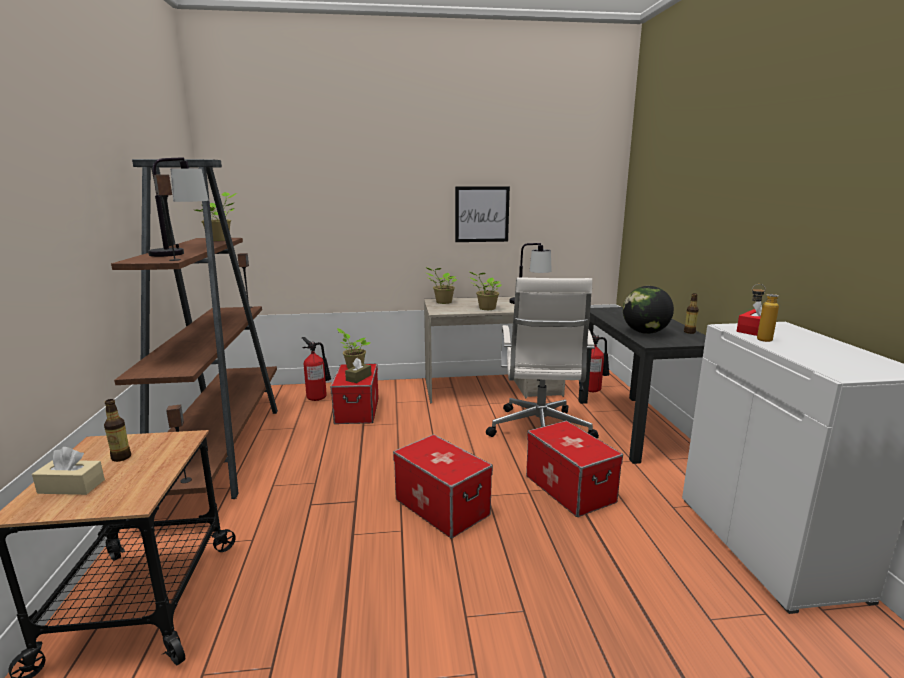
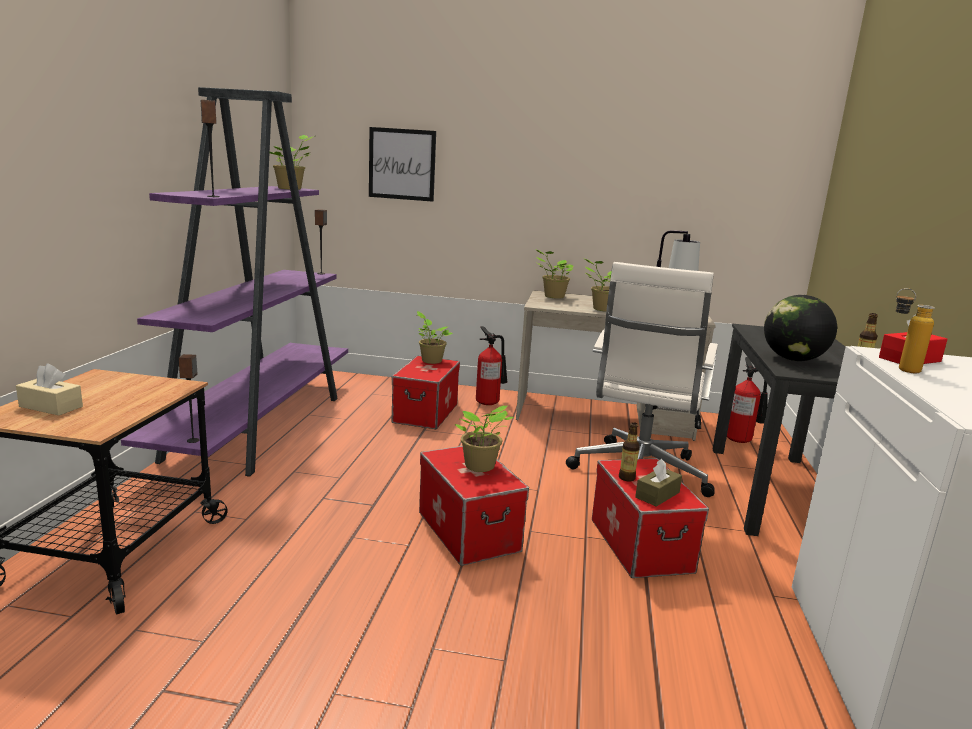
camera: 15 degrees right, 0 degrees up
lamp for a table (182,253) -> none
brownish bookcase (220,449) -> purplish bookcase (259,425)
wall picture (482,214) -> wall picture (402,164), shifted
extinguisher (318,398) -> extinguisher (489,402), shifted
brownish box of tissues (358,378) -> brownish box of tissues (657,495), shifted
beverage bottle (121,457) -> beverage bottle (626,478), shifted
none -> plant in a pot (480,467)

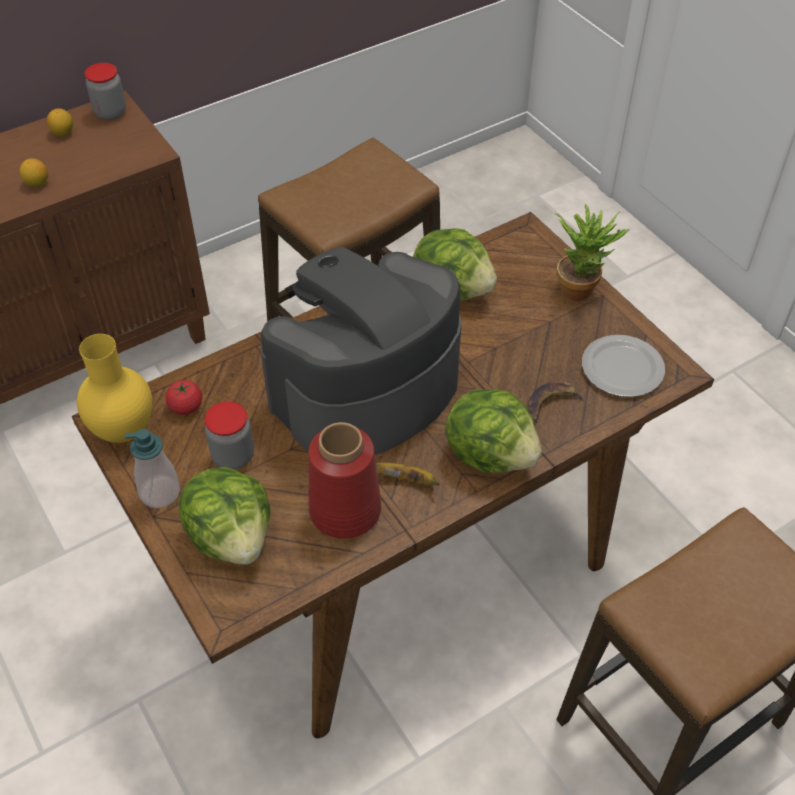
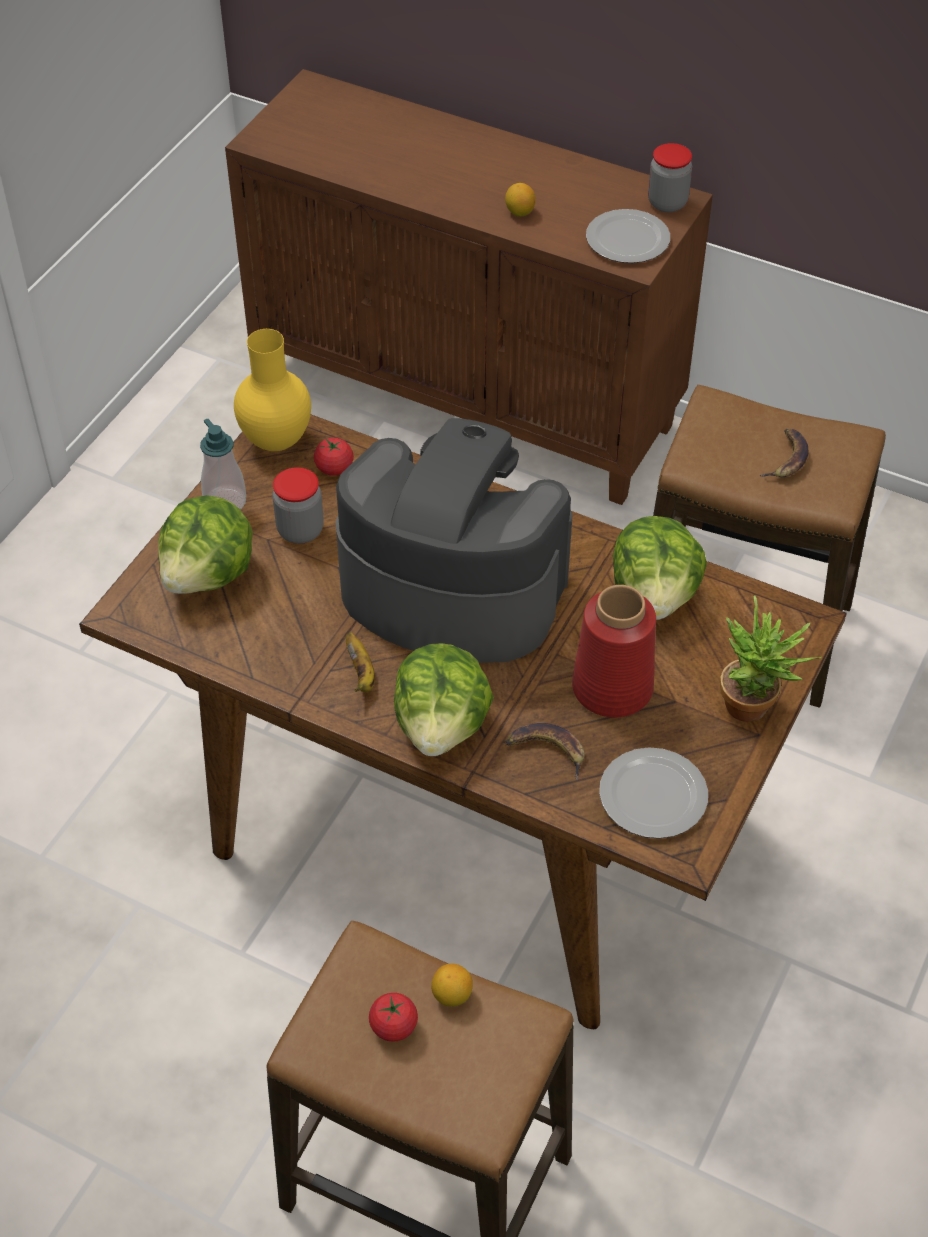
camera: 60 degrees right, 0 degrees up
lemon (63,133) -> lemon (452,995), shifted
red-coloured vase (346,510) -> red-coloured vase (613,688), shifted
none -> dinner plate (626,240)
none -> banana (786,458)
none -> tomato (393,1026)

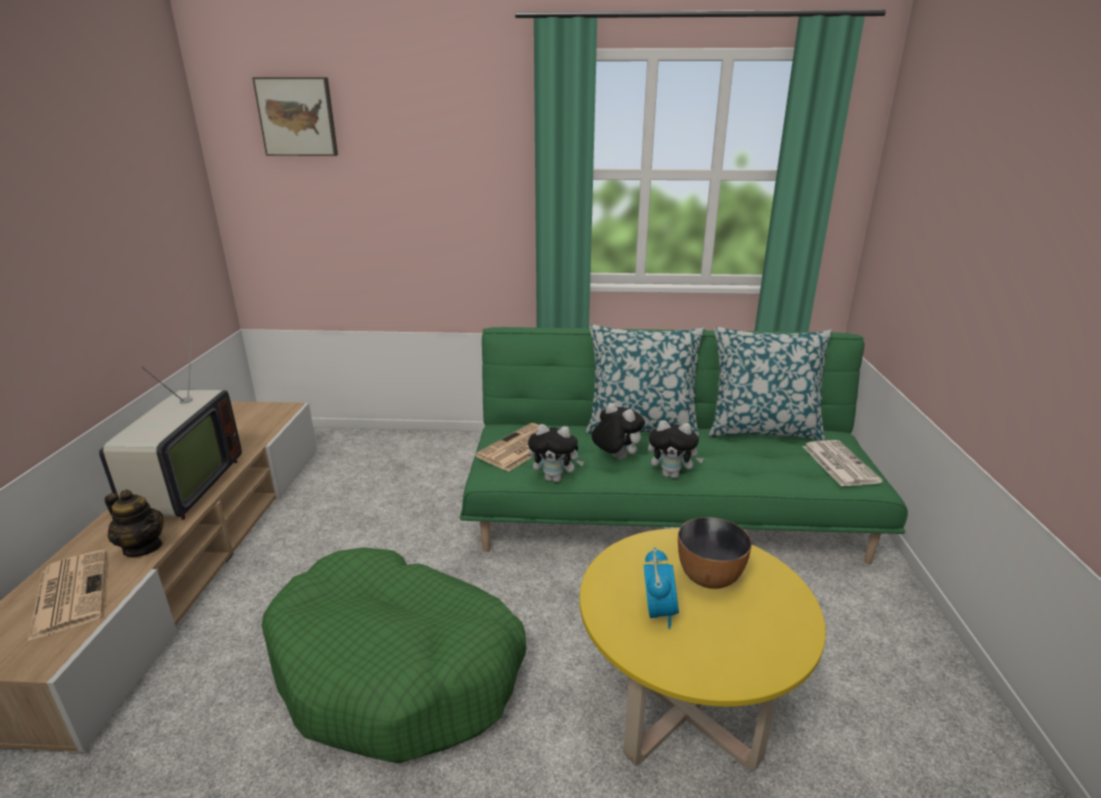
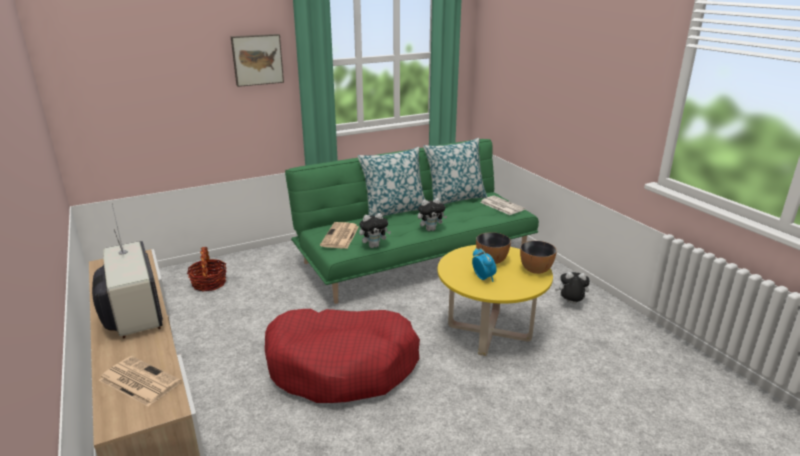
camera: 30 degrees left, 0 degrees up
wall picture (298,117) -> wall picture (257,59), shifted
plush toy (615,458) -> plush toy (570,303), shifted
tea pot (143,547) -> none
green-coloured dog bed (397,669) -> red-coloured dog bed (342,366)
none -> bowl (535,270)
none -> basket (209,283)

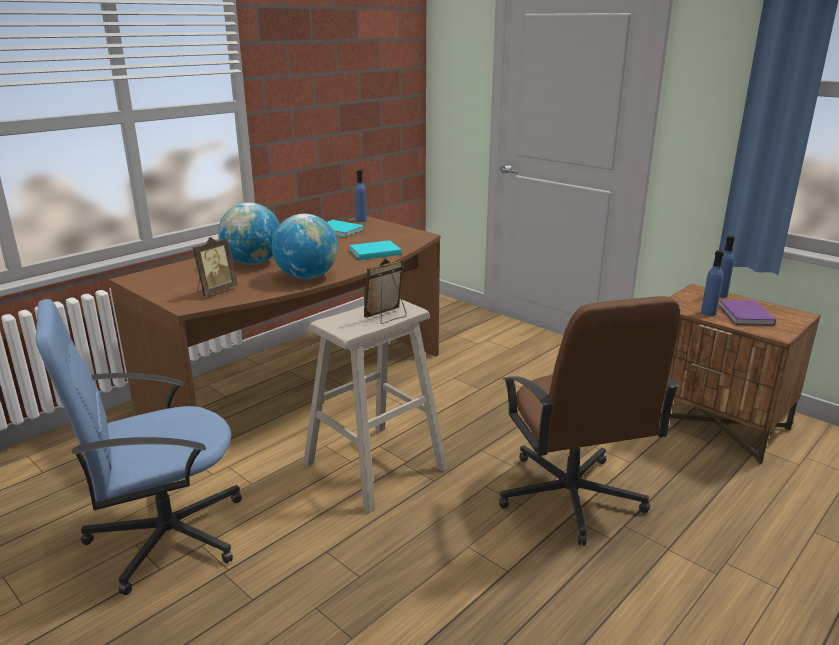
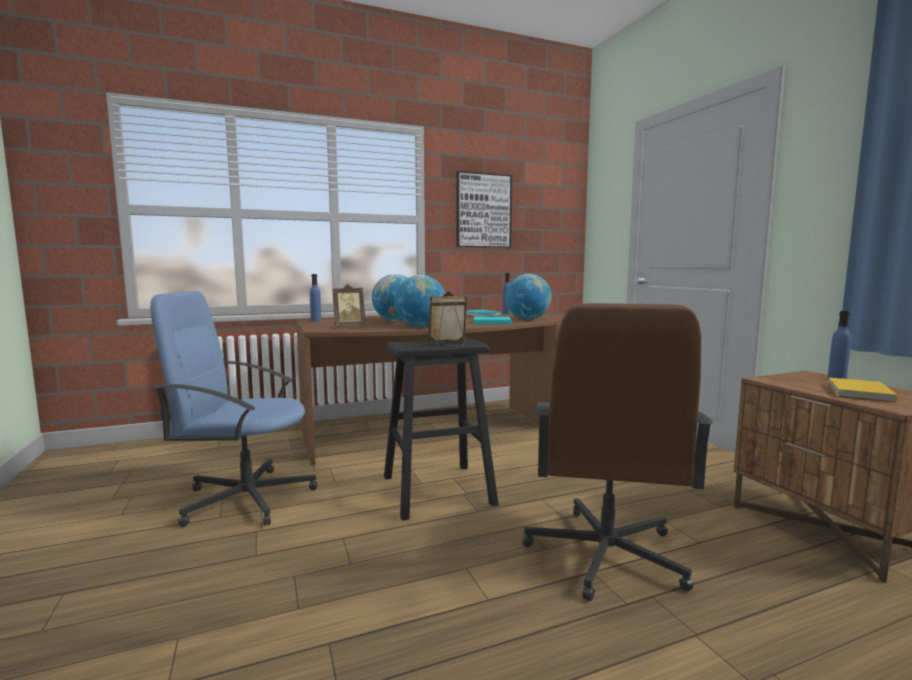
camera: 25 degrees right, 15 degrees down
blue-coloured beverage bottle (708,313) -> blue-coloured beverage bottle (316,321), shifted
beige sitting stool (374,466) -> blackish sitting stool (437,490)
purplish bound book (745,315) -> yellow-coloured bound book (858,393)
none -> wall picture (483,211)
none -> world globe (527,319)

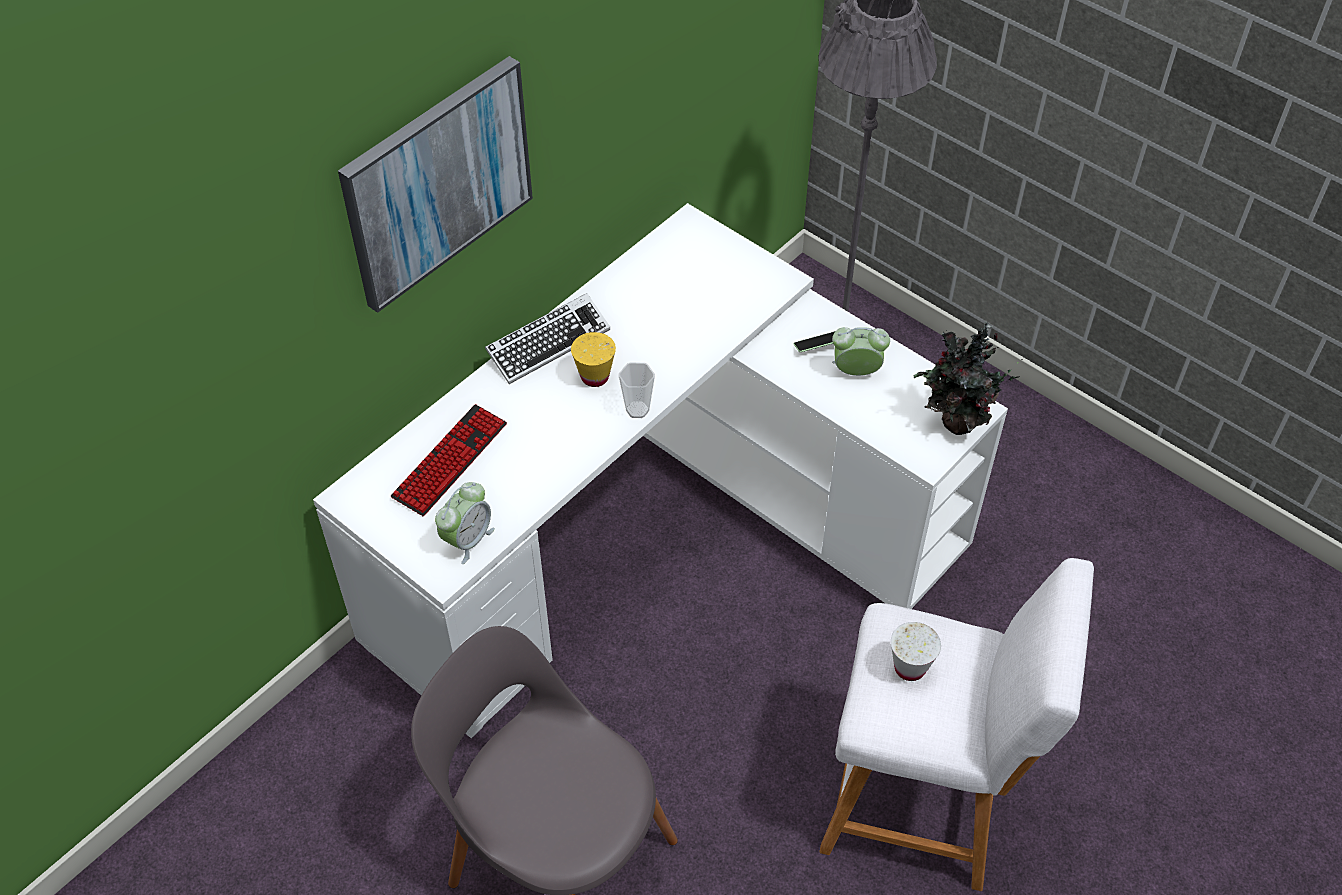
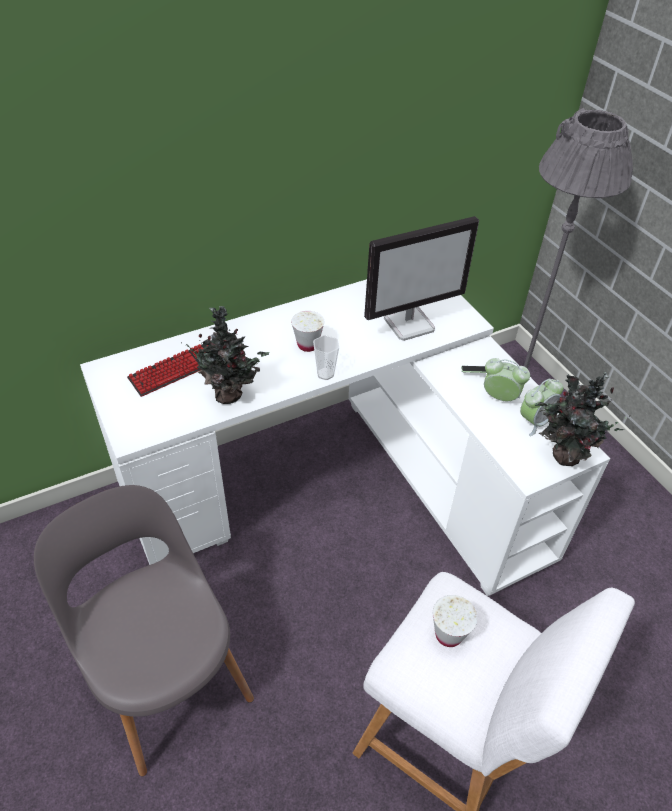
camera: 20 degrees right, 5 degrees down
wall picture (437,182) -> none
PC keyboard (548,343) -> none
yellow-coloured cup (594,377) -> white cup (308,345)
table clock (467,539) -> table clock (535,421), shifted
none -> computer display (409,324)
none -> plant in a pot (231,394)

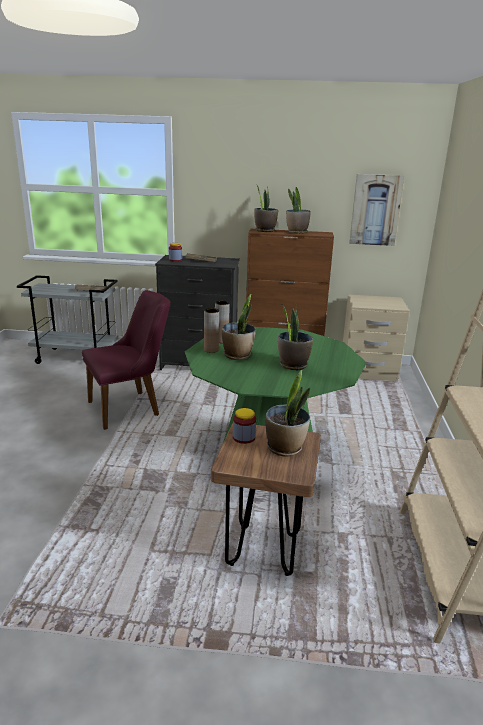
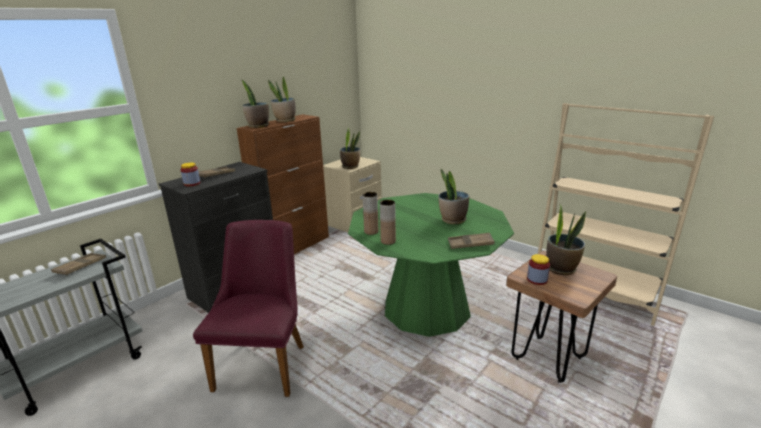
camera: 55 degrees left, 0 degrees up
wall picture (375,210) -> none
plant in a pot (238,355) -> plant in a pot (350,166), shifted
none -> brownish serving tray (470,244)

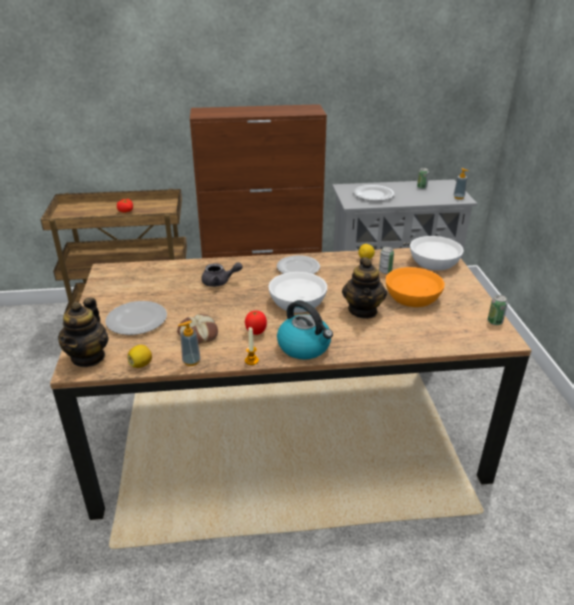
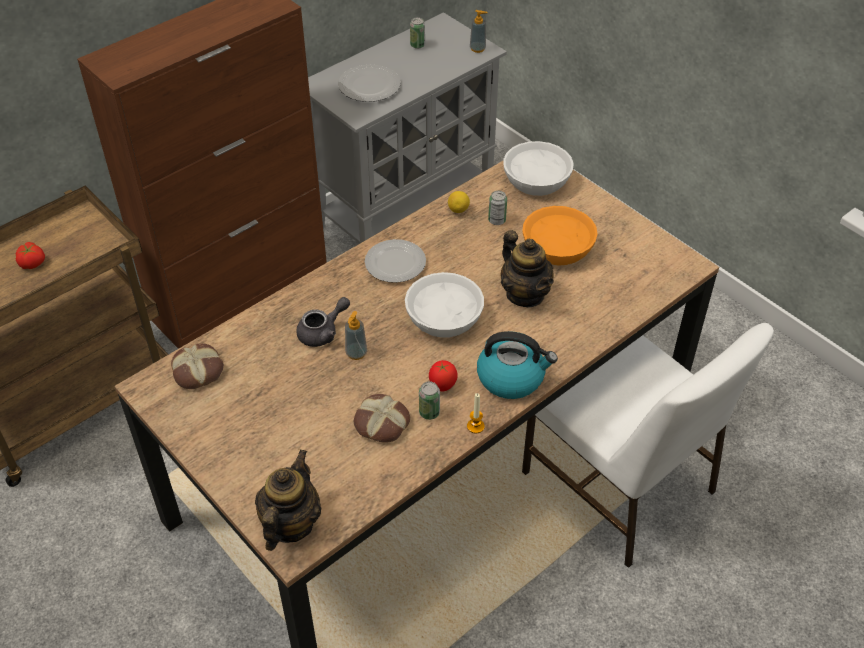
camera: 35 degrees left, 15 degrees up
can (494,322) -> can (429,412), shifted
tea pot (88,357) -> tea pot (290,524), 135 degrees counterclockwise
dinner plate (136,320) -> none
soap dispenser (191,361) -> soap dispenser (356,353), shifted
lemon (141,364) -> none
none -> white plain chair (619,485)
none -> baked bread (198,370)

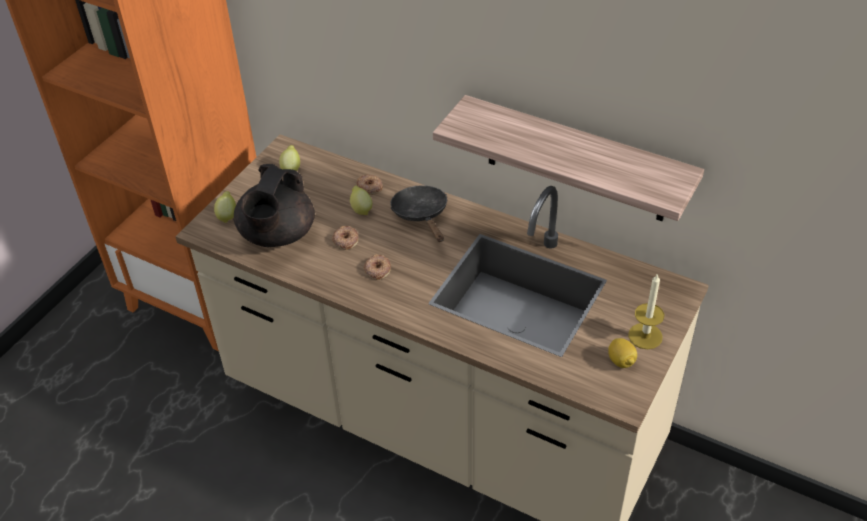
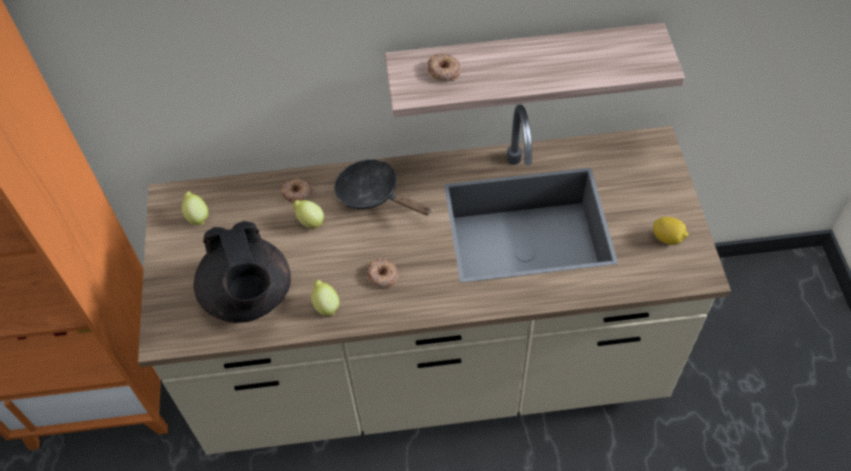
camera: 35 degrees left, 10 degrees up
lemon (227,216) -> lemon (326,305), shifted
donut (345,240) -> donut (443,71), shifted
wax candle (645,336) -> none

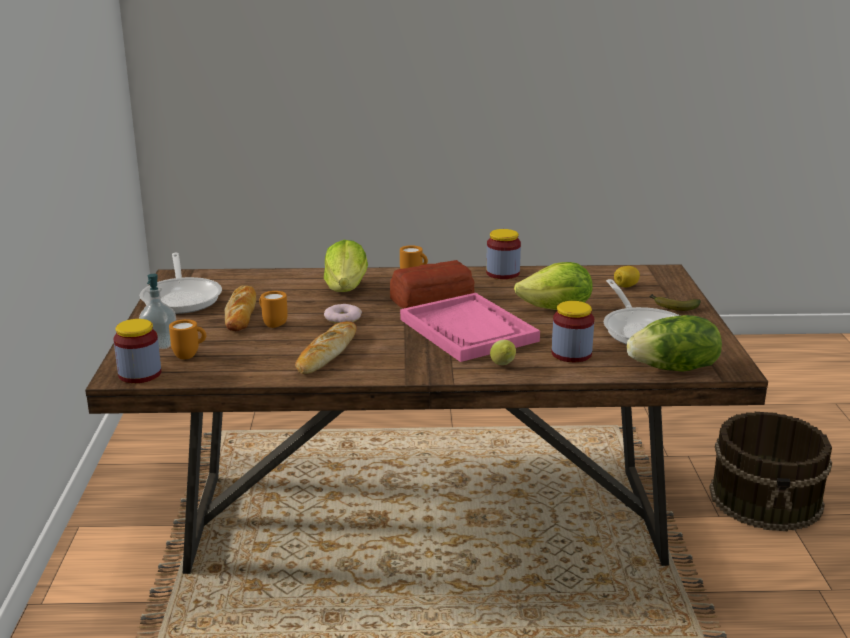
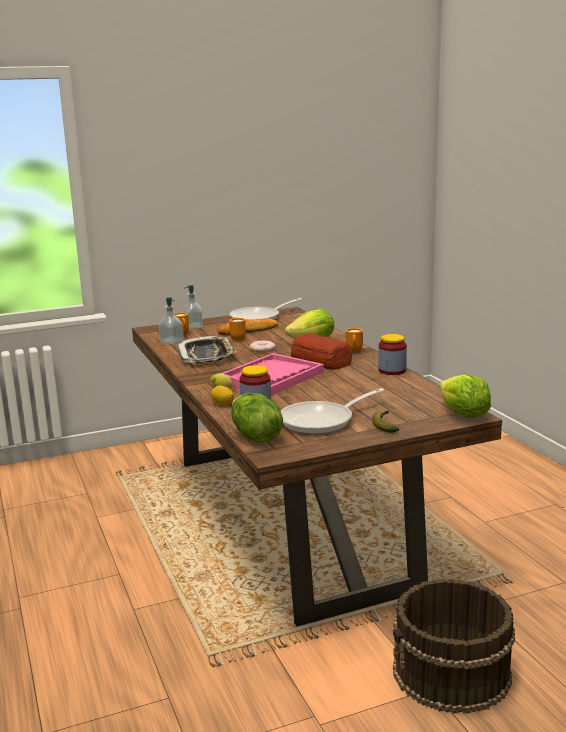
camera: 70 degrees right, 5 degrees down
lettuce head (557,309) -> lettuce head (463,415), shifted
lemon (625,286) -> lemon (223,404), shifted
preserve jar (140,374) -> none
baked bread (326,353) -> serving tray (207,355)
none -> soap dispenser (172,341)

